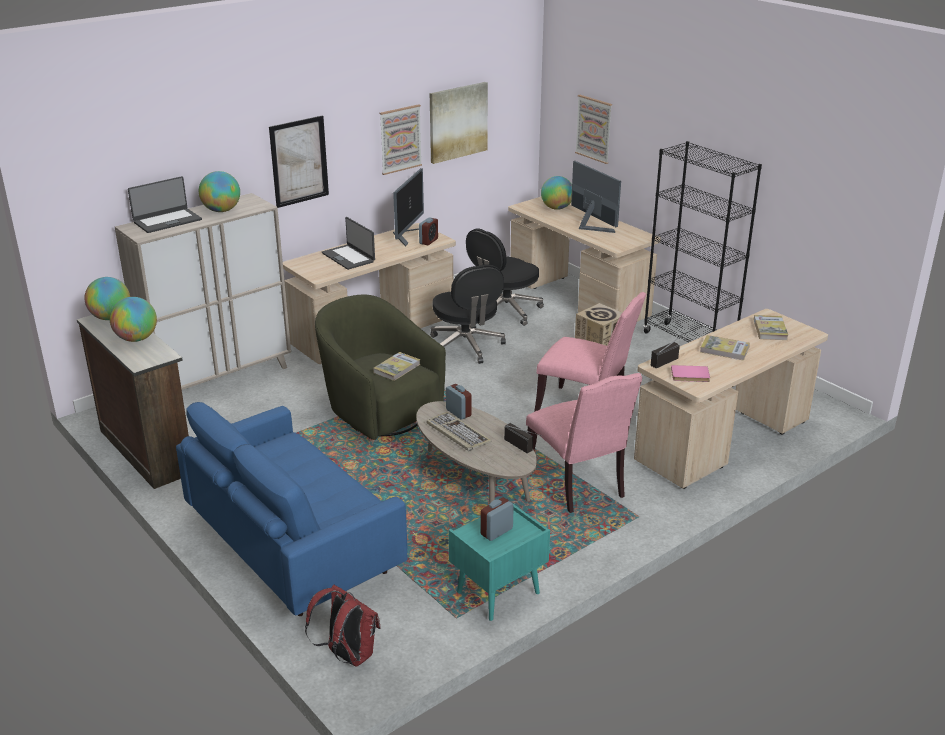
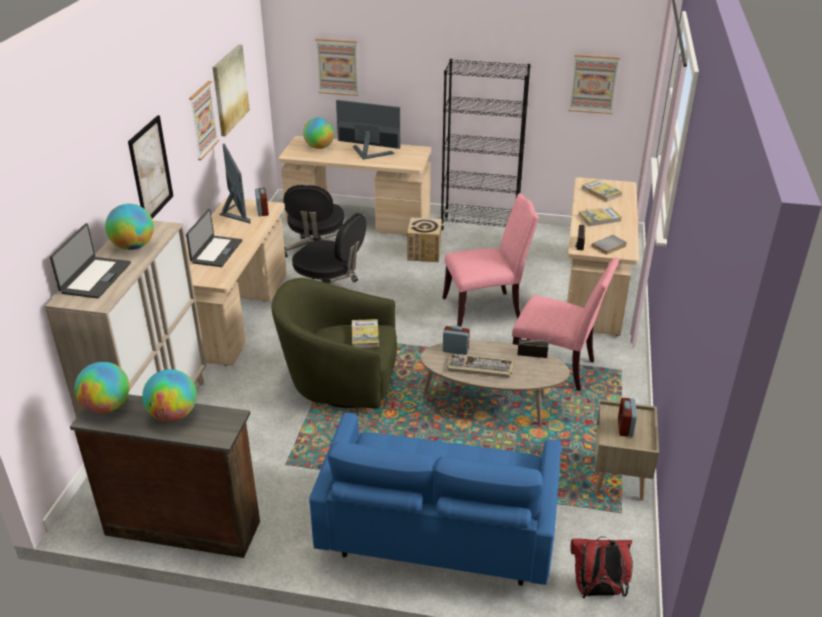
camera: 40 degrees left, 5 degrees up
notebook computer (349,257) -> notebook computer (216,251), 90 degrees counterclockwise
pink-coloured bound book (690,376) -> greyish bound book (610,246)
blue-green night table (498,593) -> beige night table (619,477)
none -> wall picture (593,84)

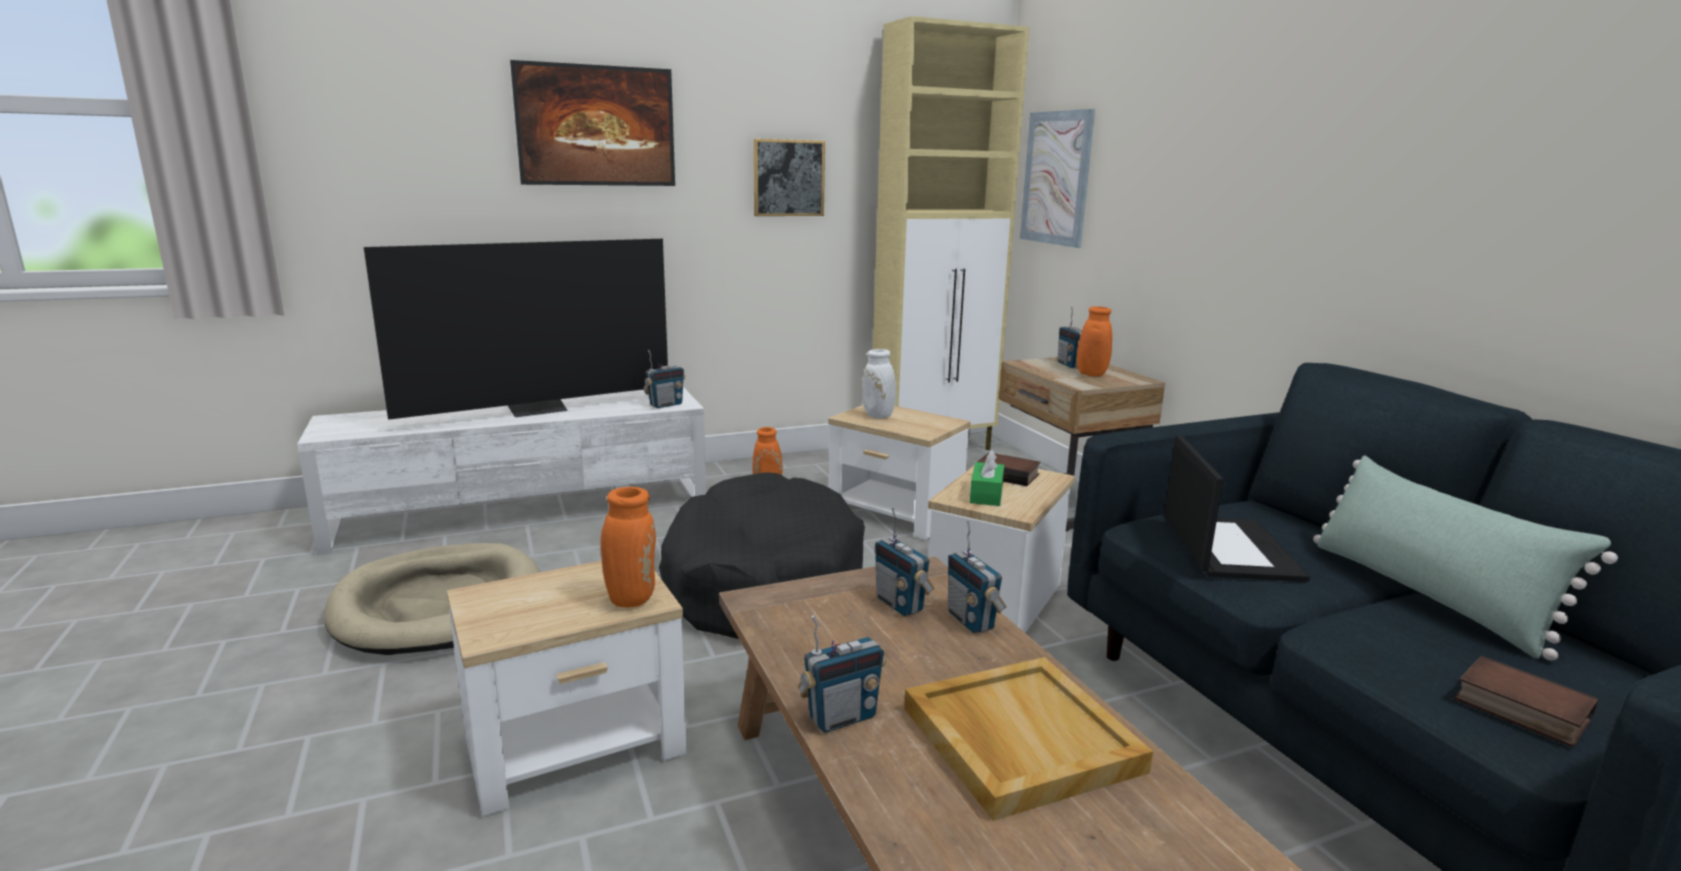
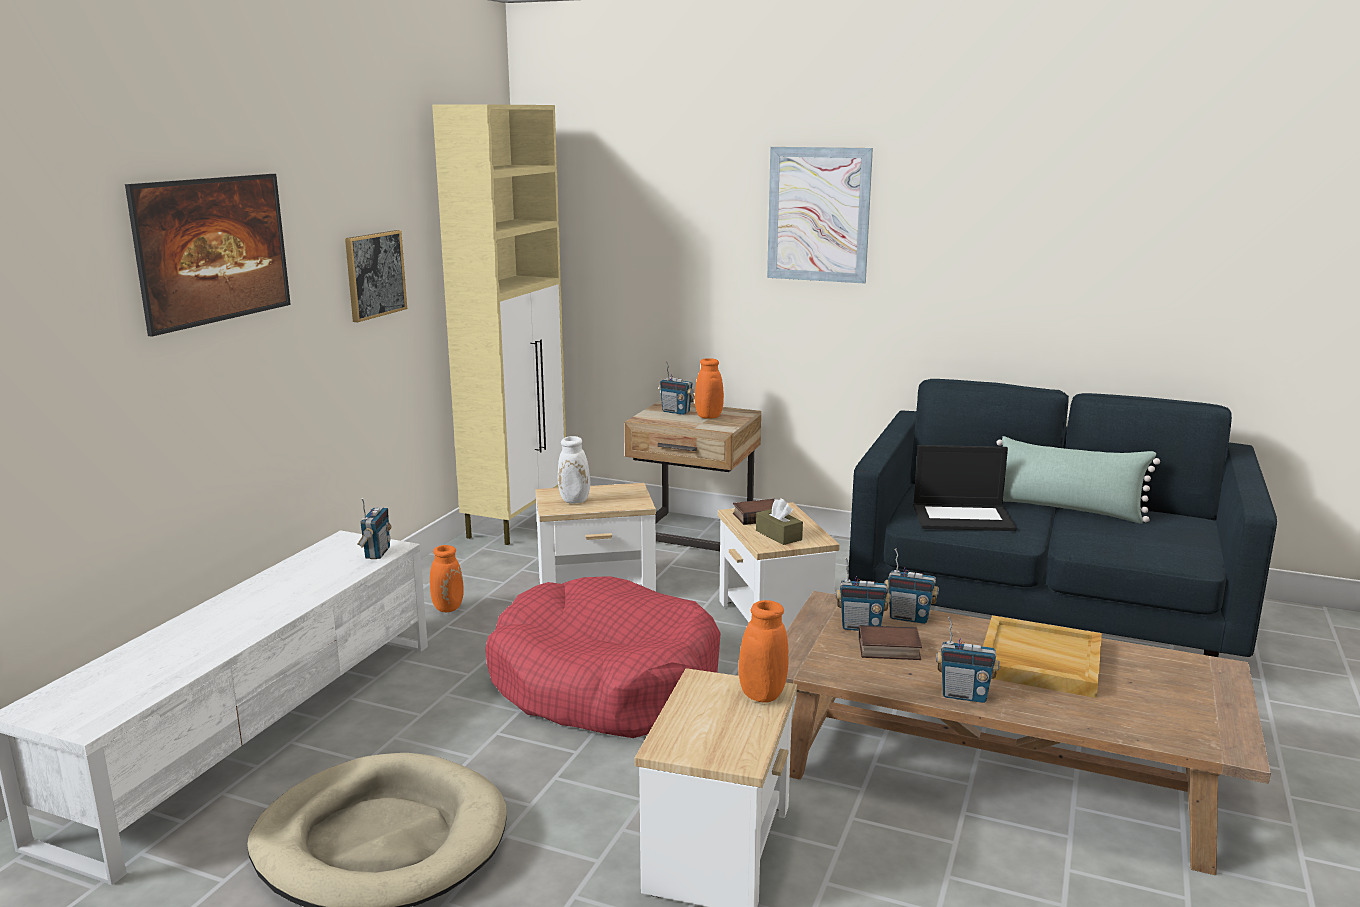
camera: 45 degrees left, 0 degrees up
wall picture (1056,178) -> wall picture (818,214), shifted
TV set (538,409) -> none
notebook computer (1227,547) -> notebook computer (963,517), 135 degrees clockwise
green-coloured box of tissues (986,494) -> brownish box of tissues (778,535)
blackish dog bed (761,582) -> red-coloured dog bed (605,683)
radio set (841,717) -> radio set (964,695), 90 degrees clockwise
bound book (1518,710) -> bound book (888,650), shifted

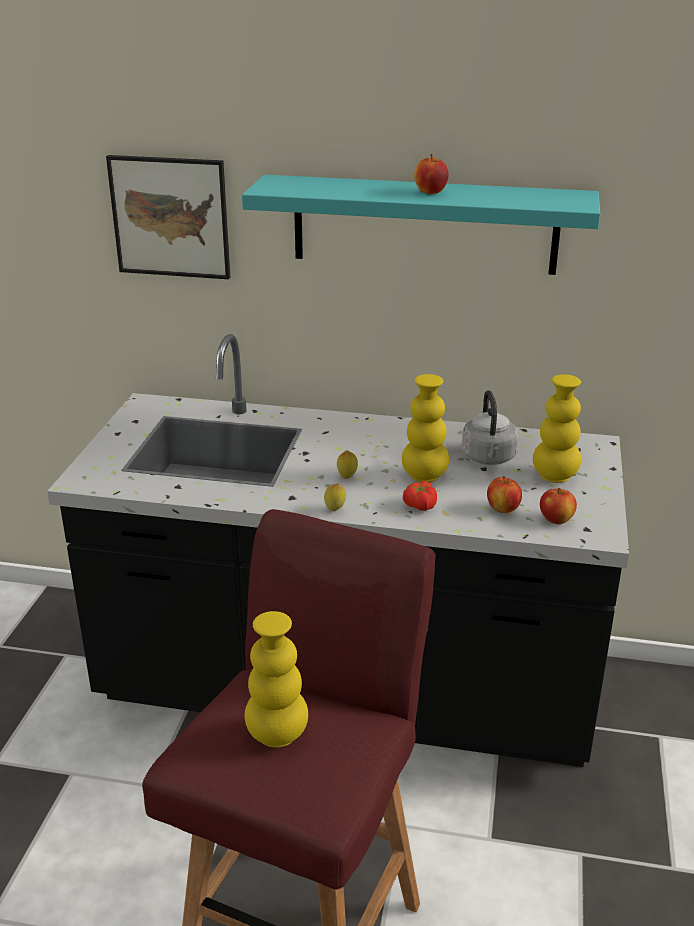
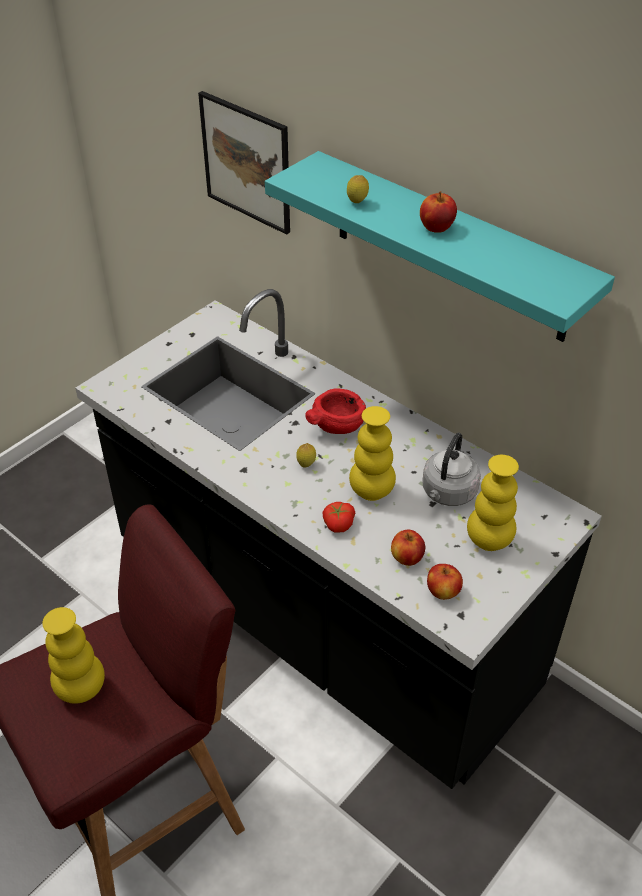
camera: 30 degrees right, 15 degrees up
lemon (335,510) -> lemon (357,203), shifted
none -> red-coloured bowl (337,425)

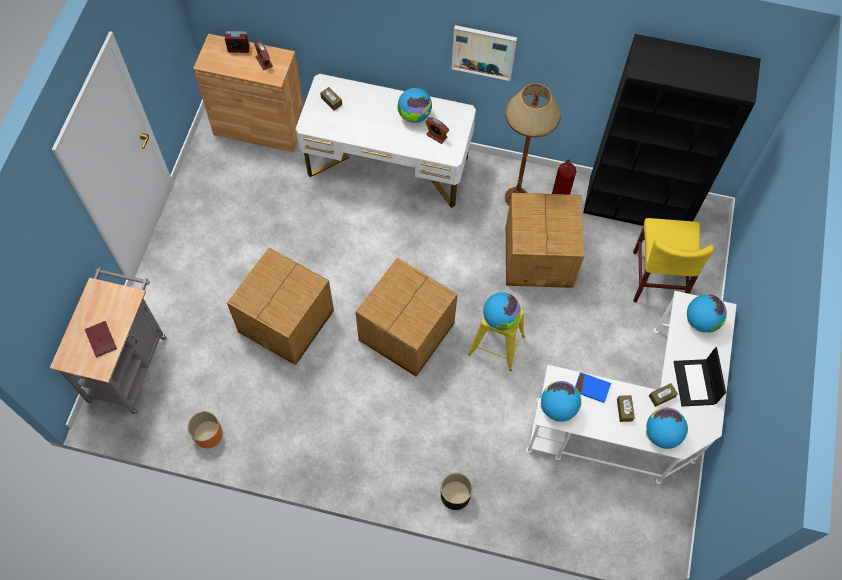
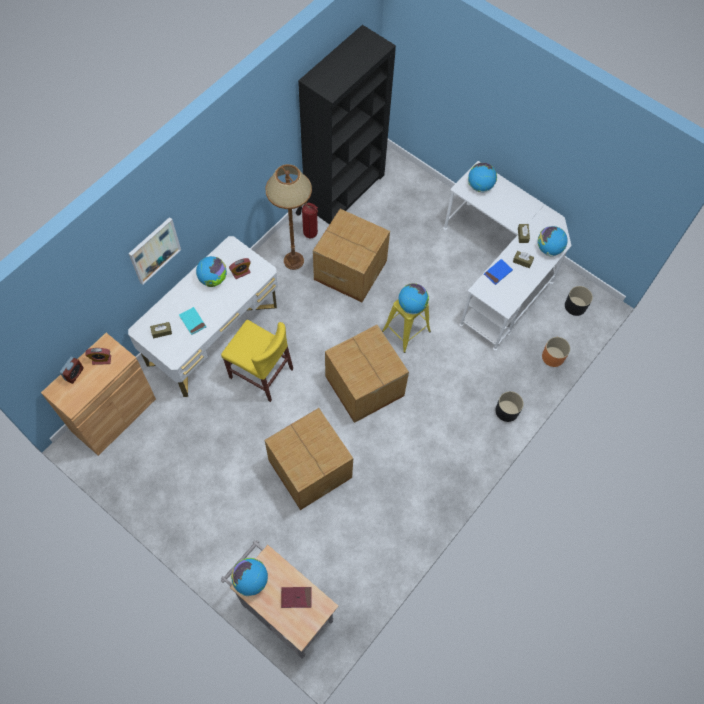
camera: 65 degrees left, 0 degrees up
wall picture (483,52) -> wall picture (154,250), shifted
yellow-coloured plain chair (657,278) -> yellow-coloured plain chair (261,373), shifted
notebook computer (695,383) -> none
world globe (558,407) -> world globe (251,580), shifted
orangey planter (208,434) -> orangey planter (553,357), shifted
none -> blackish planter (575,306)
none -> blue-green bound book (192,321)

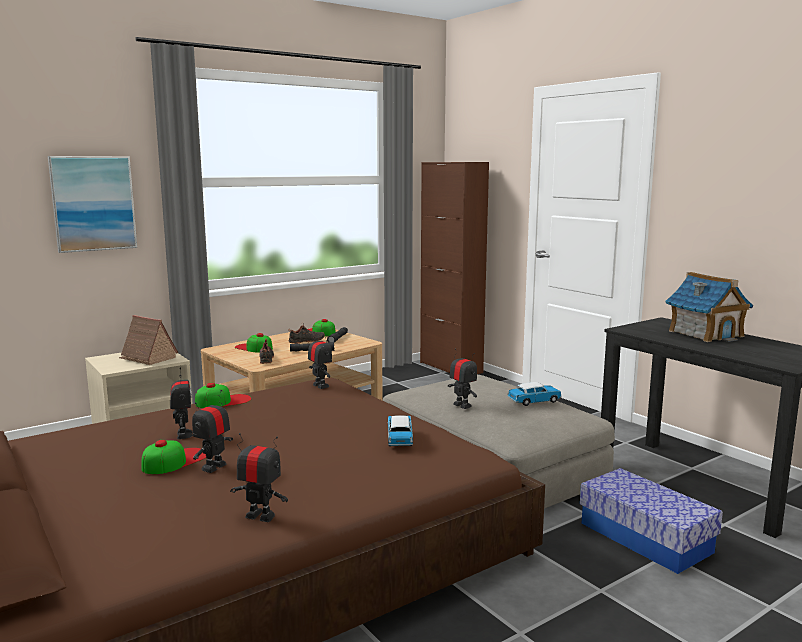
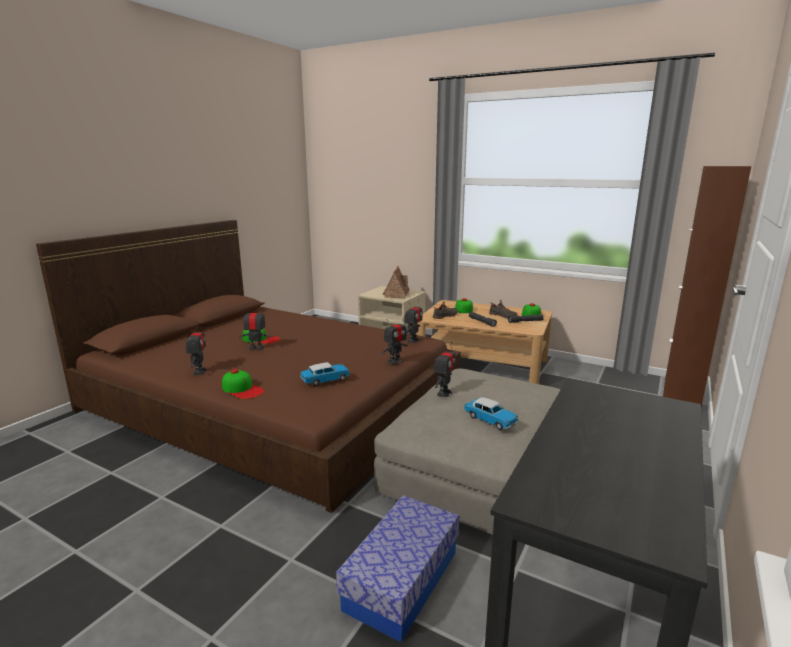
camera: 65 degrees right, 5 degrees up
wall picture (93,203) -> none
model house (705,333) -> none
robot figure (183,434) -> robot figure (395,361), shifted
baseball cap (223,401) -> baseball cap (242,389), shifted

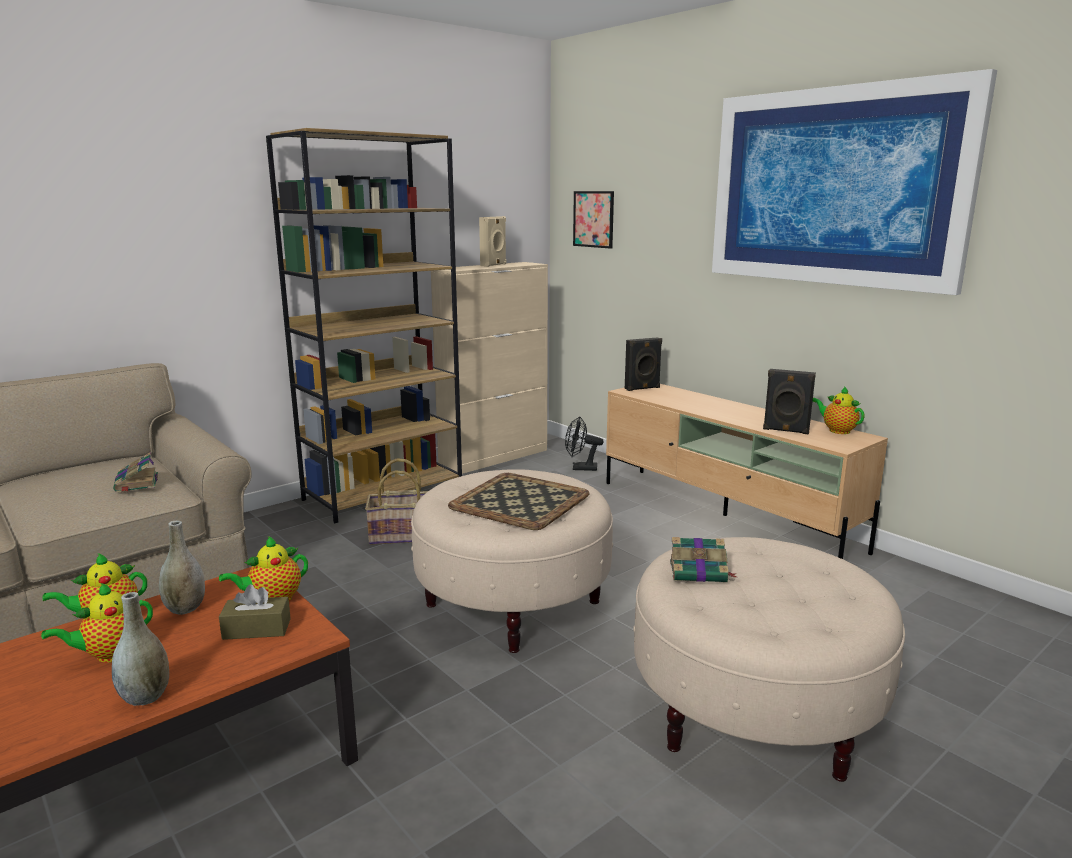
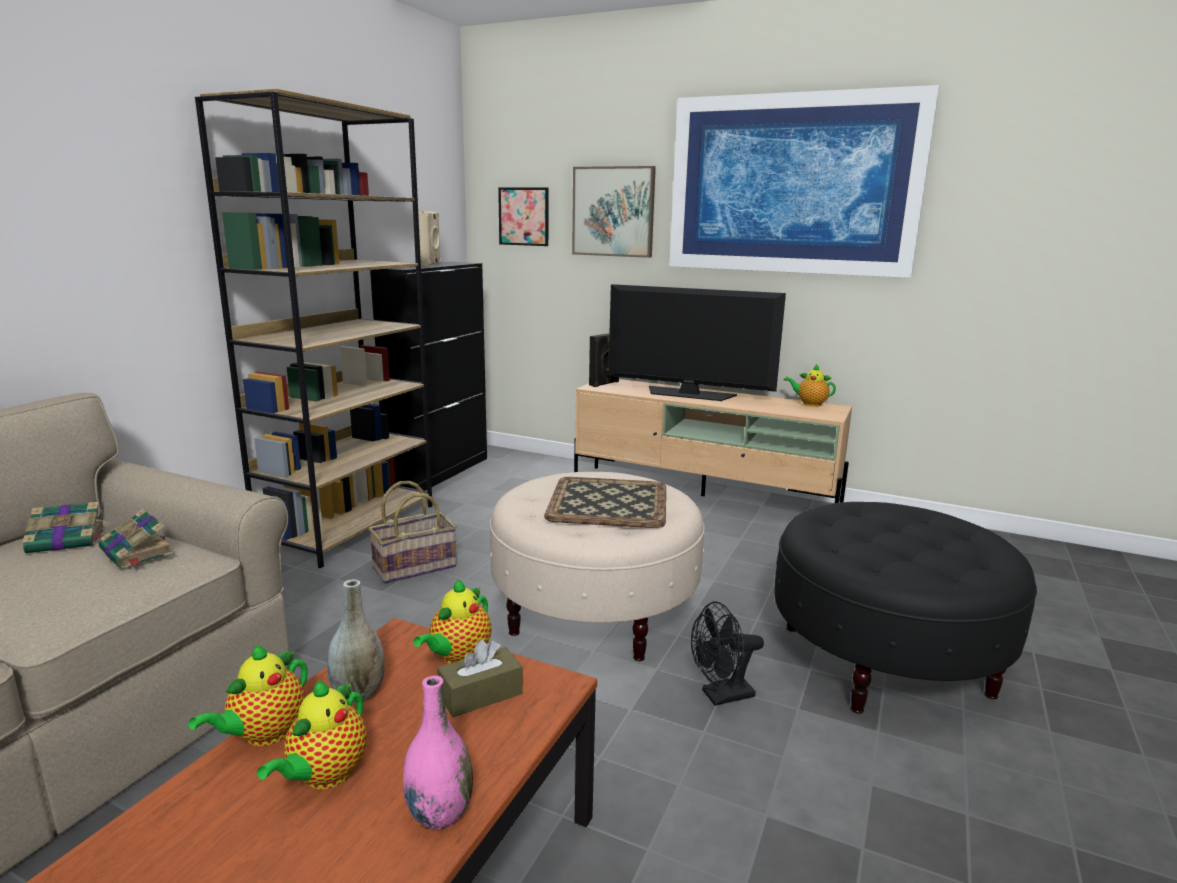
camera: 25 degrees left, 0 degrees up
beige cupboard (495,457) -> blackish cupboard (439,472)
blackish loudspeaker (786,430) -> none
blackish cooling fan (580,468) -> blackish cooling fan (721,696), shifted
beige ottoman (754,712) -> blackish ottoman (885,660)
bound book (699,572) -> bound book (68,541), shifted
greyish vase (145,697) -> pink-coloured vase (440,813)
none -> wall picture (613,212)
none -> TV set (689,394)

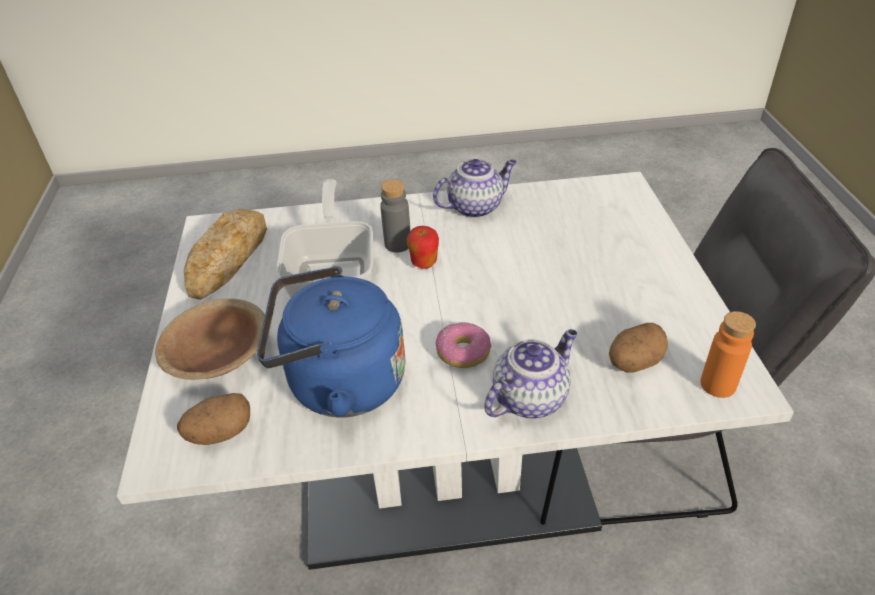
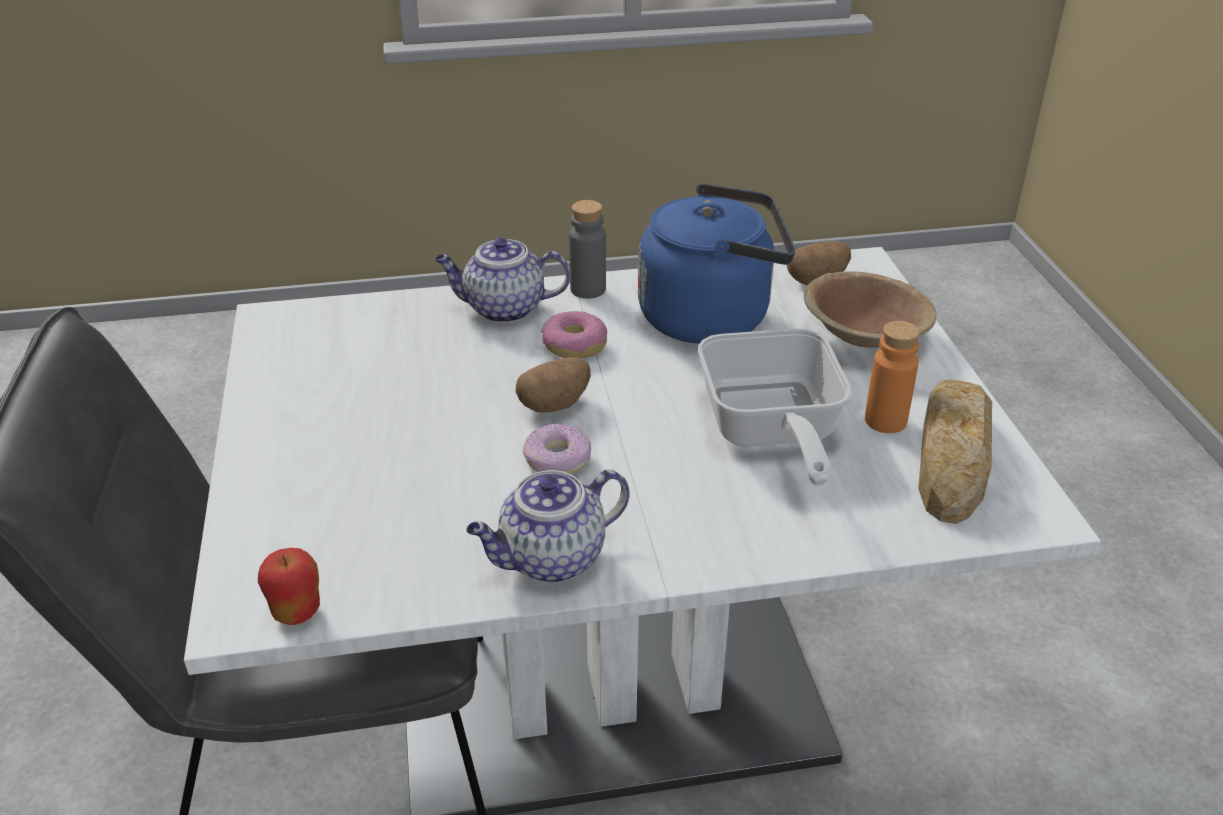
camera: 175 degrees right, 5 degrees down
greyish beverage bottle (398,244) -> greyish beverage bottle (588,289), shifted
apple fruit (424,263) -> apple fruit (297,613), shifted
orangey beverage bottle (717,385) -> orangey beverage bottle (885,421), shifted
whole potato (633,362) -> whole potato (555,404), shifted
tea pot (530,397) -> tea pot (503,309), 45 degrees clockwise
none -> donut (557,459)

